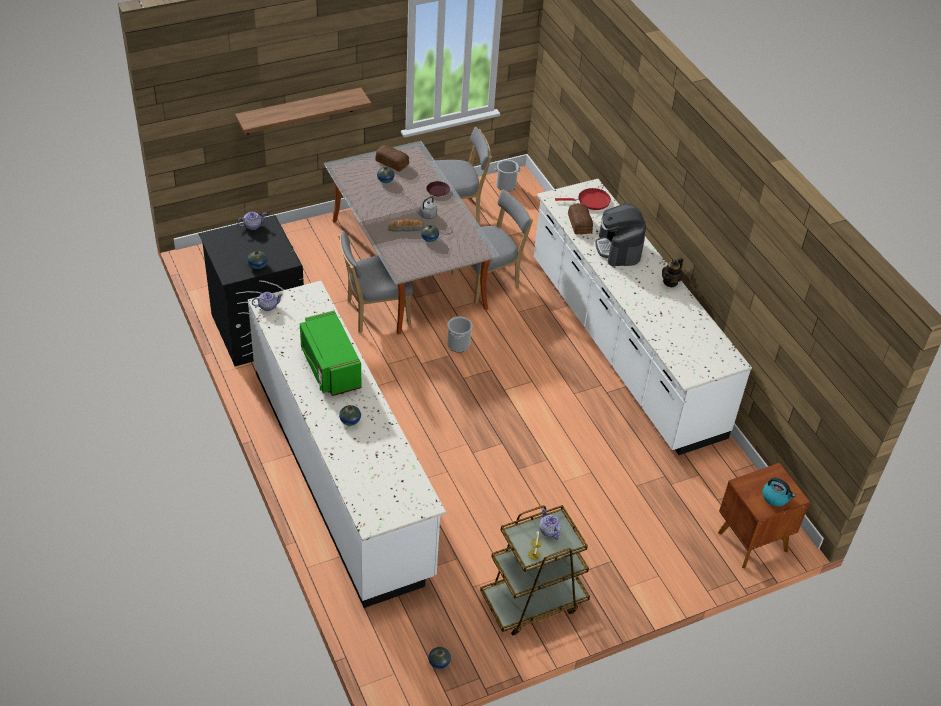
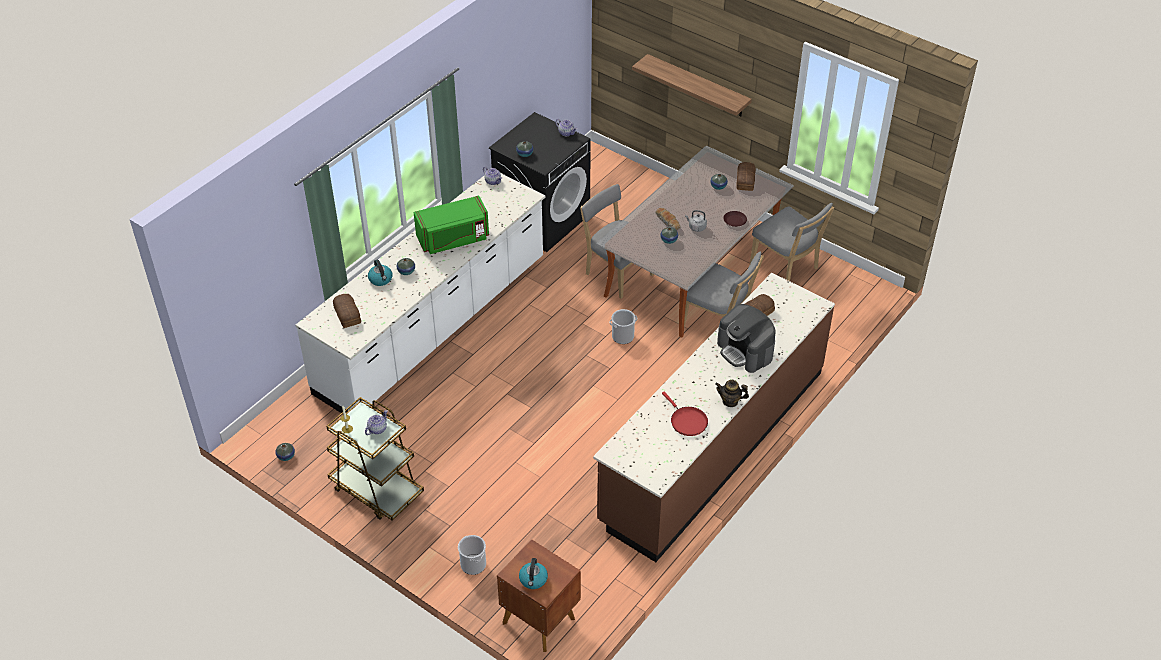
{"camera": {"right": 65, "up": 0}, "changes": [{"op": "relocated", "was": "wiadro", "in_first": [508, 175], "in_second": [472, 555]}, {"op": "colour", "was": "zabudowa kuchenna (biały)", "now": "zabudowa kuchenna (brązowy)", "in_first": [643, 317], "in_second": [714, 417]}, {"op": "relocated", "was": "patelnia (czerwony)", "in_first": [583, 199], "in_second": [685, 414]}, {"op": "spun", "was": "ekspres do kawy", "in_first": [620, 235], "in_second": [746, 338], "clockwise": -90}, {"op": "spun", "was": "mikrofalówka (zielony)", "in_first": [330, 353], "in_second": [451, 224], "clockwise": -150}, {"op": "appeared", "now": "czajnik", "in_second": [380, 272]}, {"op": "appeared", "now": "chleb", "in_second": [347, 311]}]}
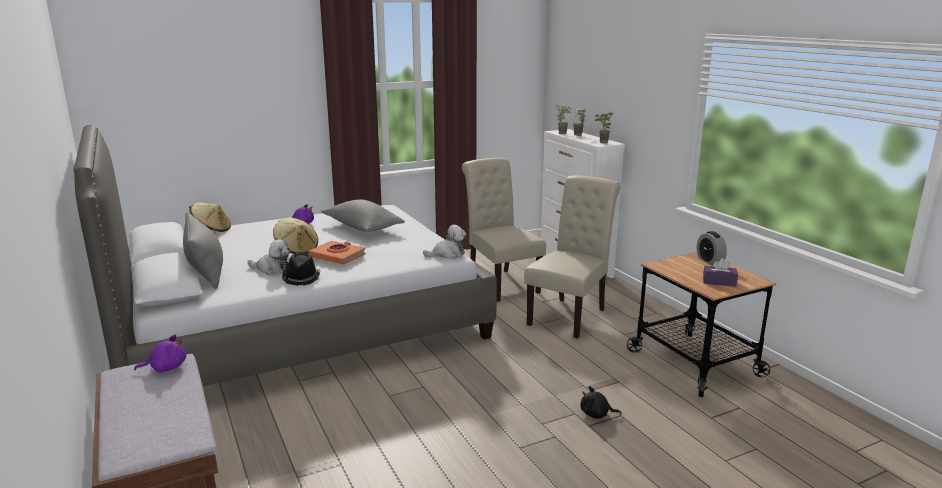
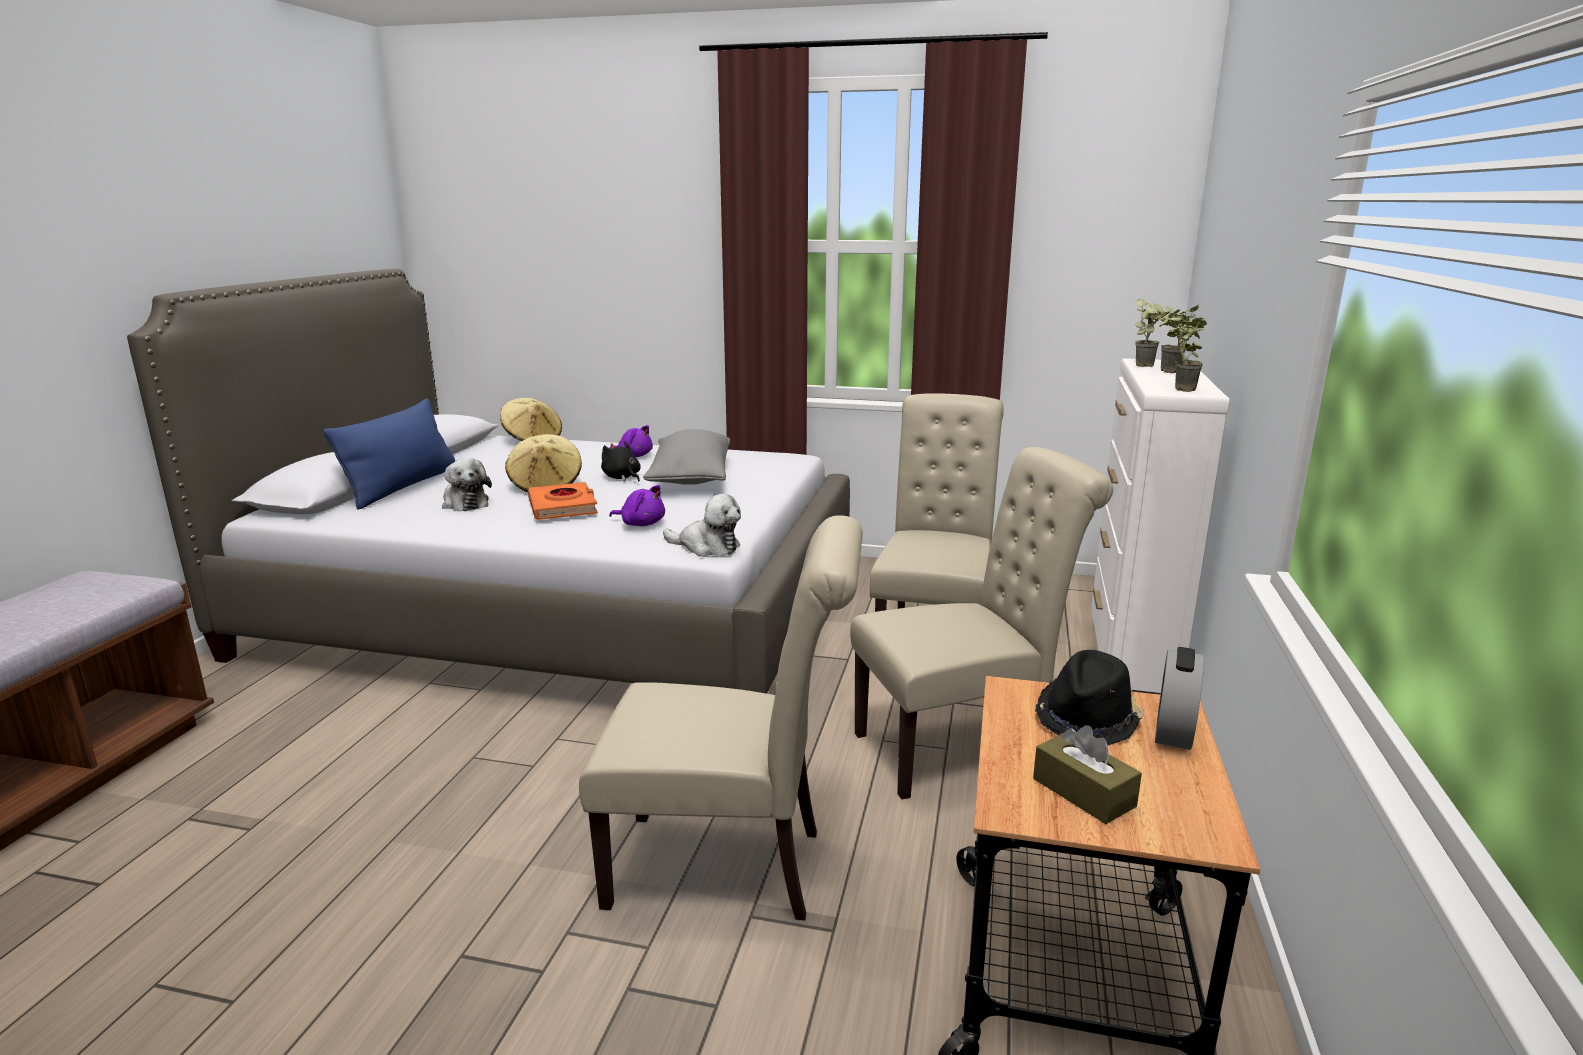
{"camera": {"right": 40, "up": 0}, "changes": [{"op": "colour", "was": "poduszka (szary)", "now": "poduszka (niebieski)", "in_first": [203, 250], "in_second": [389, 454]}, {"op": "relocated", "was": "kapelusz (czarny)", "in_first": [301, 269], "in_second": [1089, 697]}, {"op": "colour", "was": "pudełko chusteczek (fioletowy)", "now": "pudełko chusteczek (brązowy)", "in_first": [720, 272], "in_second": [1087, 774]}, {"op": "relocated", "was": "pluszak (fioletowy)", "in_first": [160, 353], "in_second": [637, 505]}, {"op": "relocated", "was": "pluszak (czarny)", "in_first": [601, 402], "in_second": [621, 461]}, {"op": "appeared", "now": "krzesło (beżowy)", "in_second": [721, 718]}]}
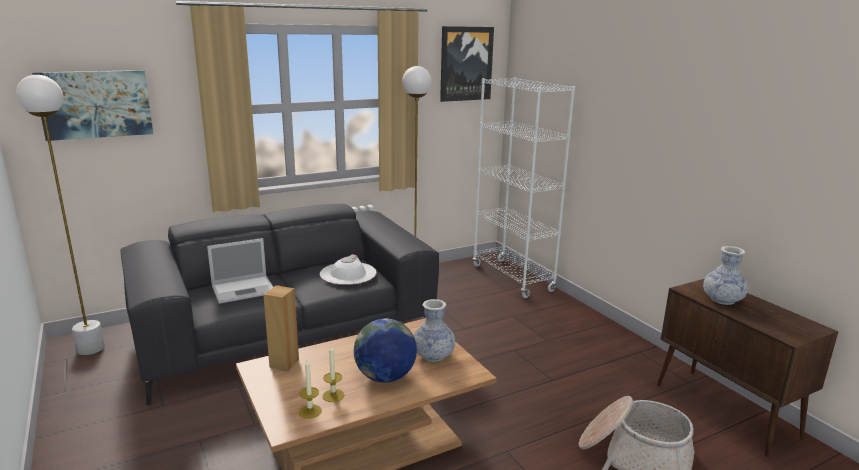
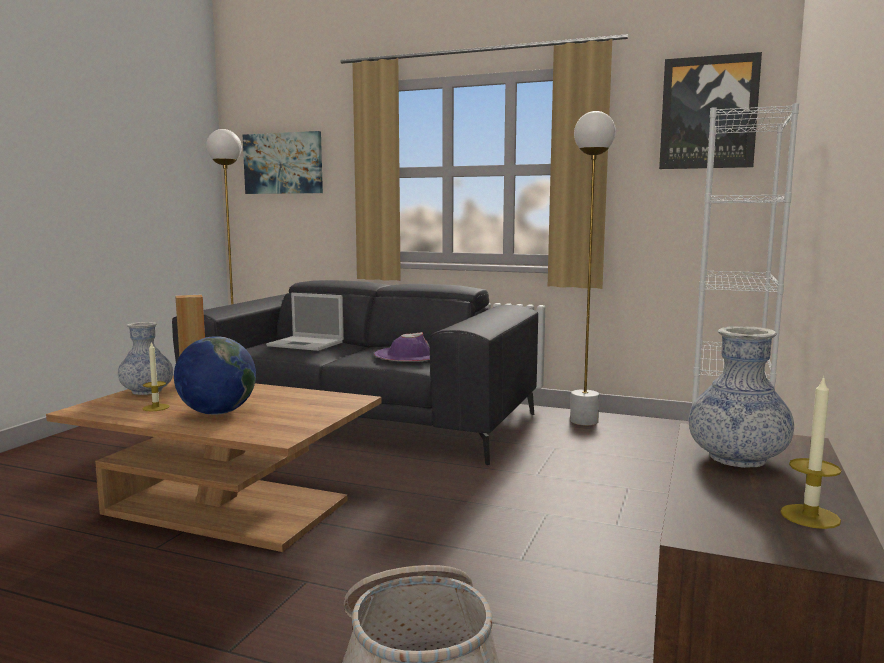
{"camera": {"right": 50, "up": -10}, "changes": [{"op": "colour", "was": "kapelusz (biały)", "now": "kapelusz (fioletowy)", "in_first": [348, 269], "in_second": [402, 347]}, {"op": "relocated", "was": "wazon", "in_first": [434, 330], "in_second": [145, 358]}, {"op": "relocated", "was": "świeca", "in_first": [310, 389], "in_second": [811, 452]}]}
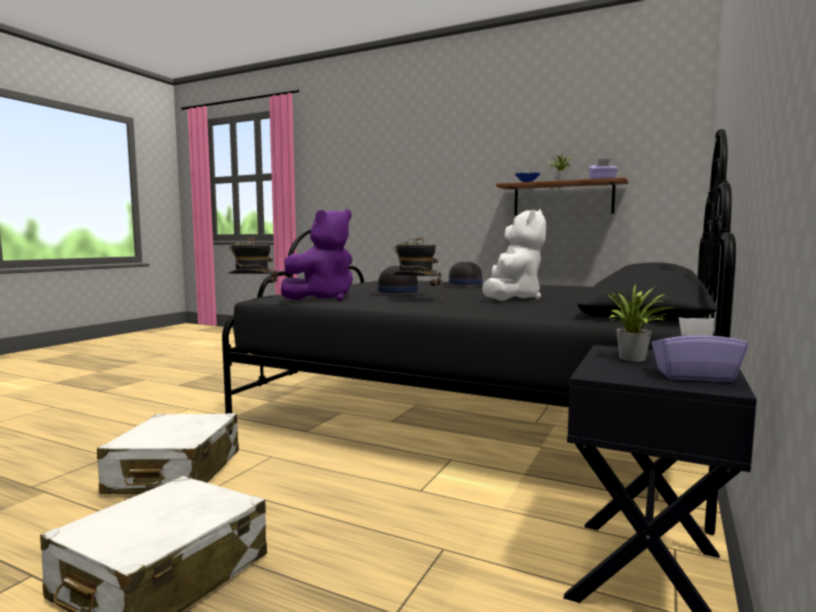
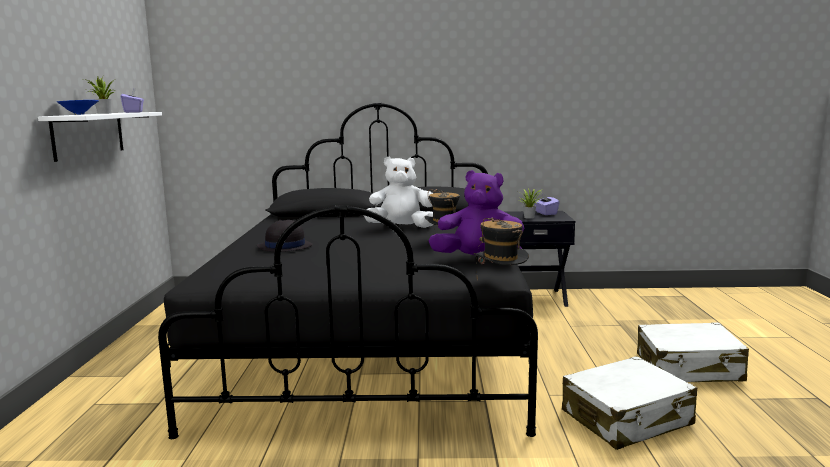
{"camera": {"right": -115, "up": 5}, "changes": [{"op": "colour", "was": "półka (brązowy)", "now": "półka (biały)", "in_first": [562, 196], "in_second": [100, 137]}, {"op": "missing", "was": "kapelusz (czarny)", "in_first": [398, 280]}]}
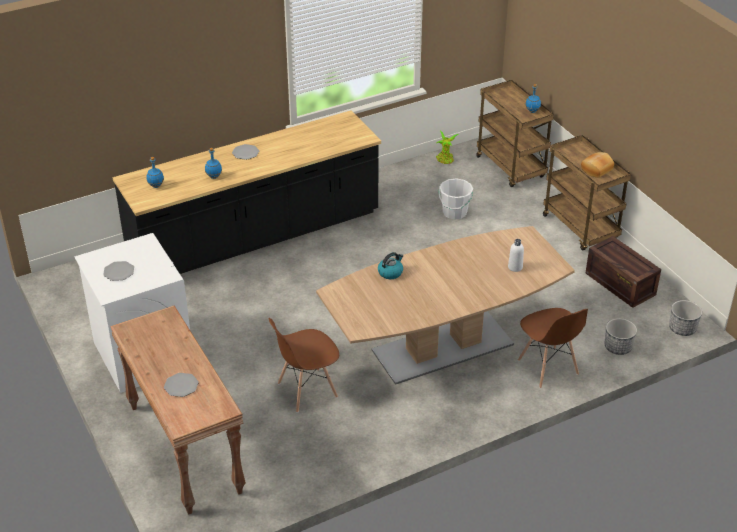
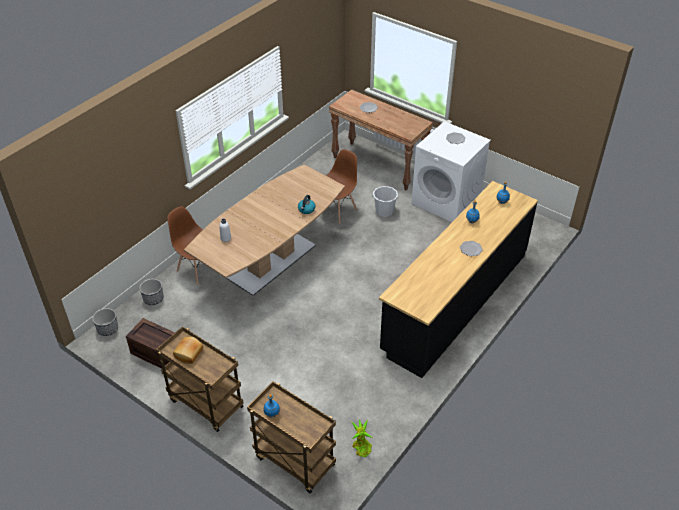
{"camera": {"right": 155, "up": 5}, "changes": [{"op": "relocated", "was": "wiadro (biały)", "in_first": [455, 199], "in_second": [385, 201]}]}
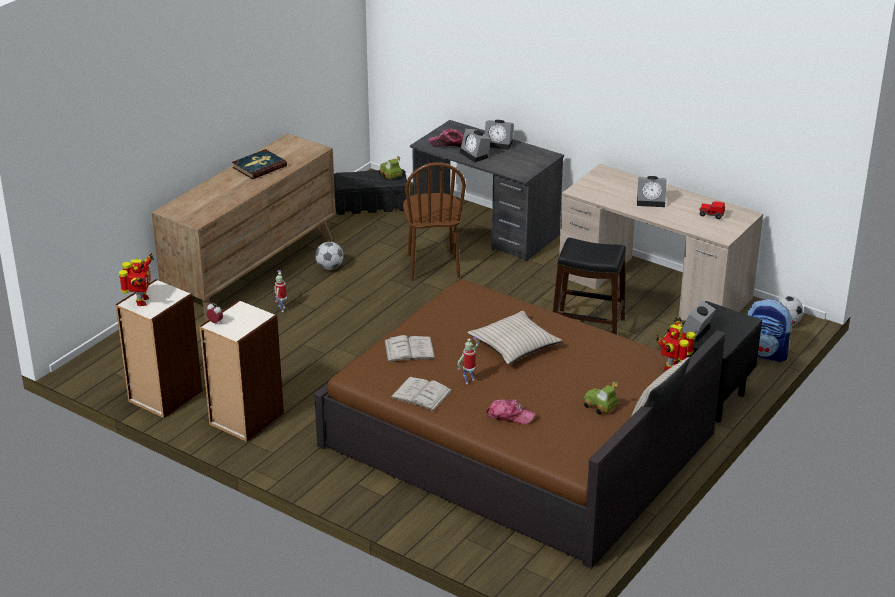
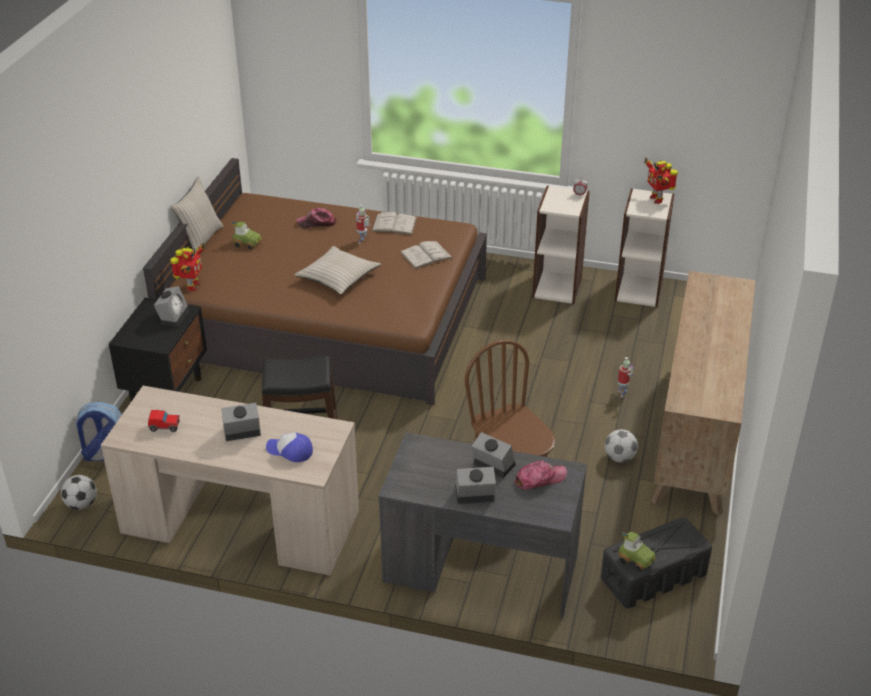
{"camera": {"right": 160, "up": 5}, "changes": [{"op": "missing", "was": "książka", "in_first": [259, 164]}, {"op": "appeared", "now": "czapka z daszkiem", "in_second": [289, 447]}]}
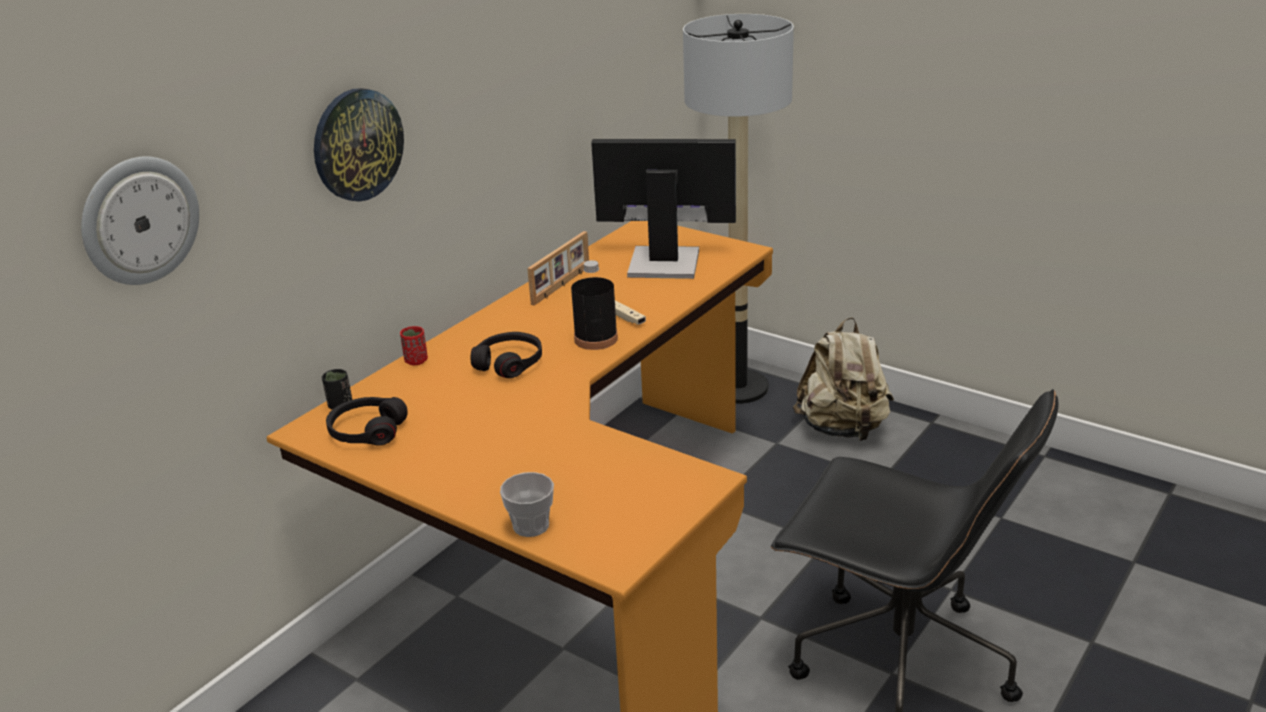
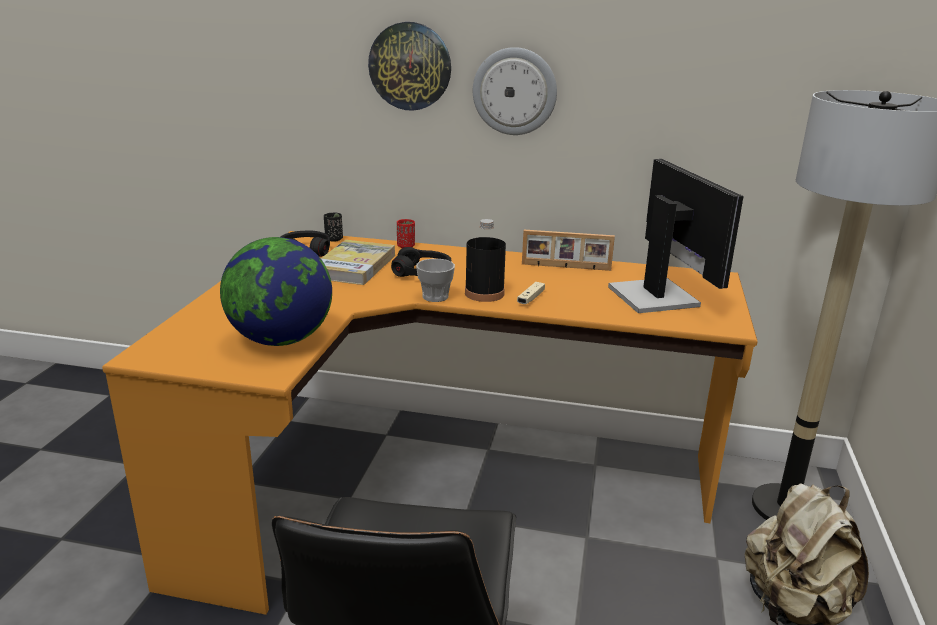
{"camera": {"right": 65, "up": -5}, "changes": [{"op": "relocated", "was": "zegar ścienny", "in_first": [140, 220], "in_second": [515, 91]}, {"op": "relocated", "was": "filiżanka", "in_first": [527, 504], "in_second": [435, 280]}, {"op": "appeared", "now": "globus", "in_second": [276, 291]}, {"op": "appeared", "now": "książka", "in_second": [358, 262]}]}
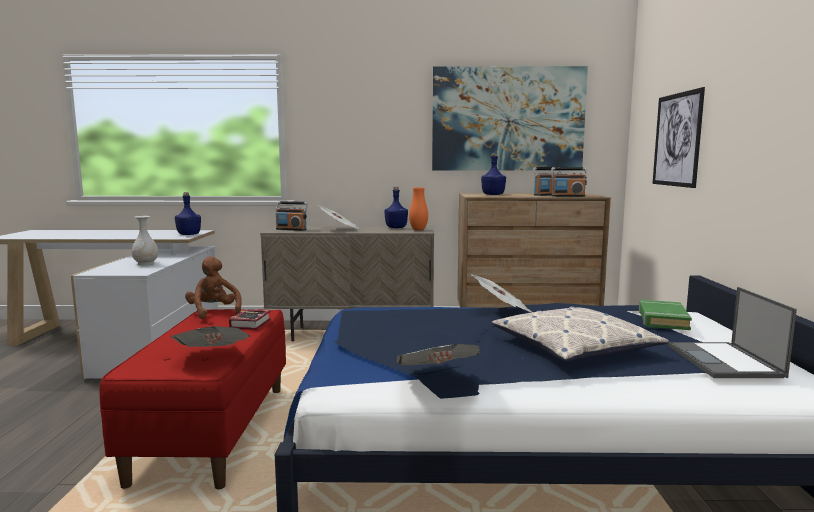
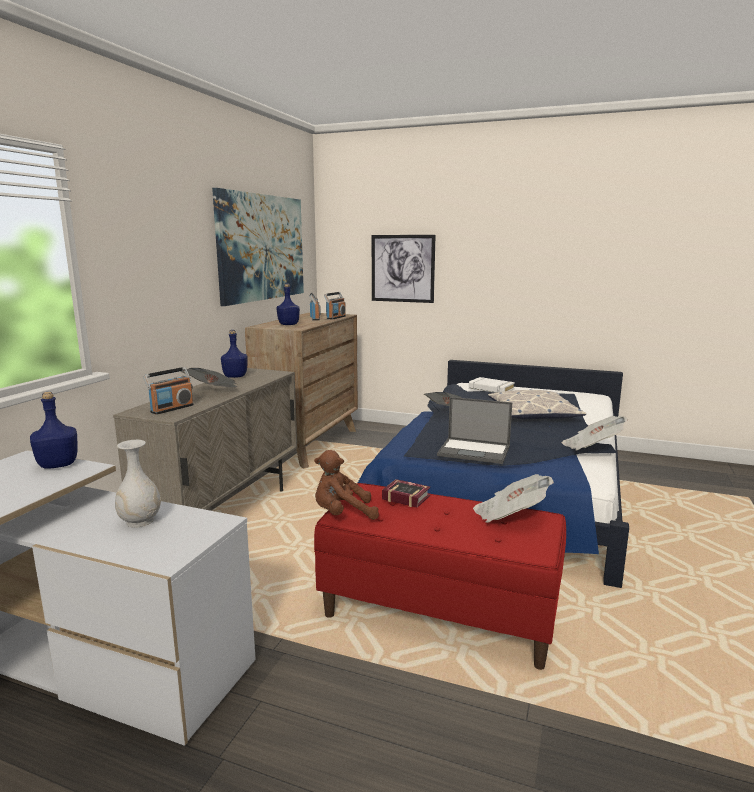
{"camera": {"right": -70, "up": 5}, "changes": [{"op": "missing", "was": "wazon (pomarańczowy)", "in_first": [418, 209]}, {"op": "relocated", "was": "laptop", "in_first": [733, 332], "in_second": [474, 430]}, {"op": "colour", "was": "książka (zielony)", "now": "książka (biały)", "in_first": [665, 315], "in_second": [492, 385]}]}
